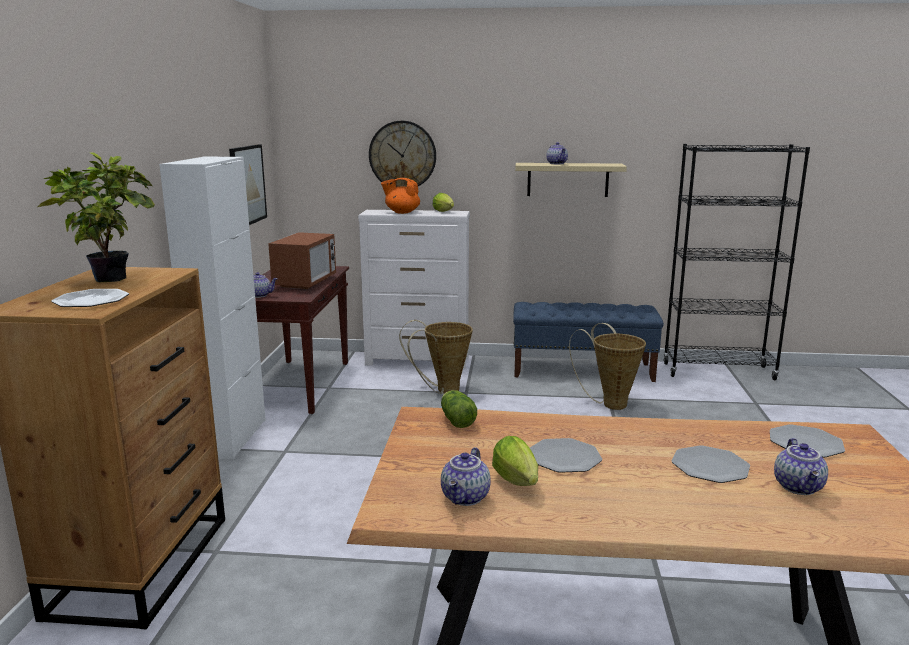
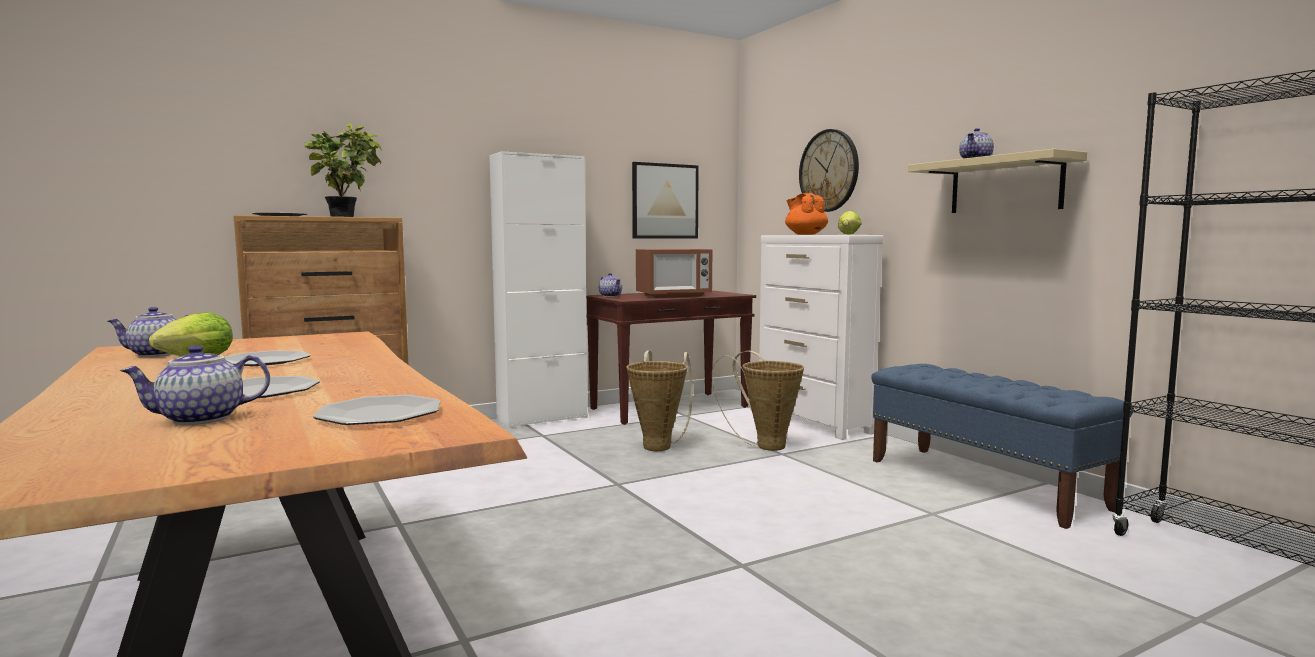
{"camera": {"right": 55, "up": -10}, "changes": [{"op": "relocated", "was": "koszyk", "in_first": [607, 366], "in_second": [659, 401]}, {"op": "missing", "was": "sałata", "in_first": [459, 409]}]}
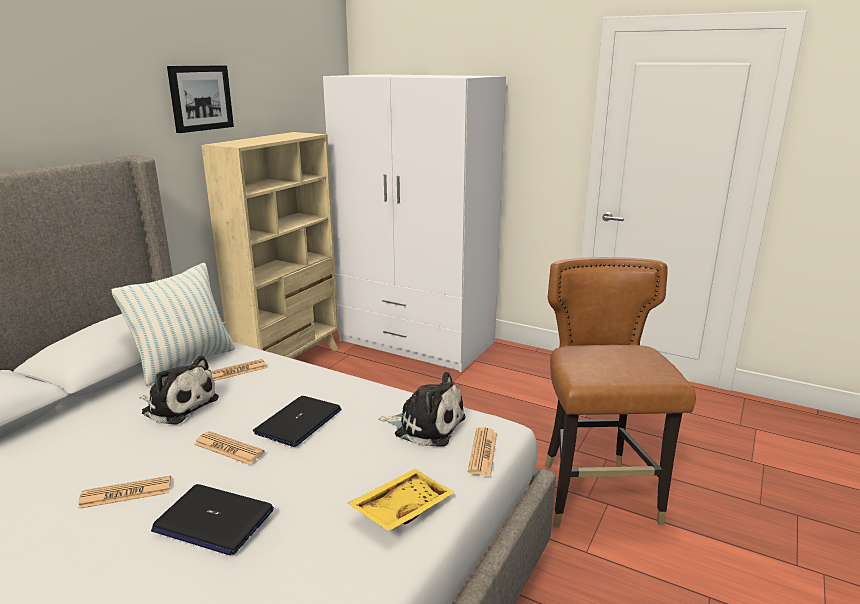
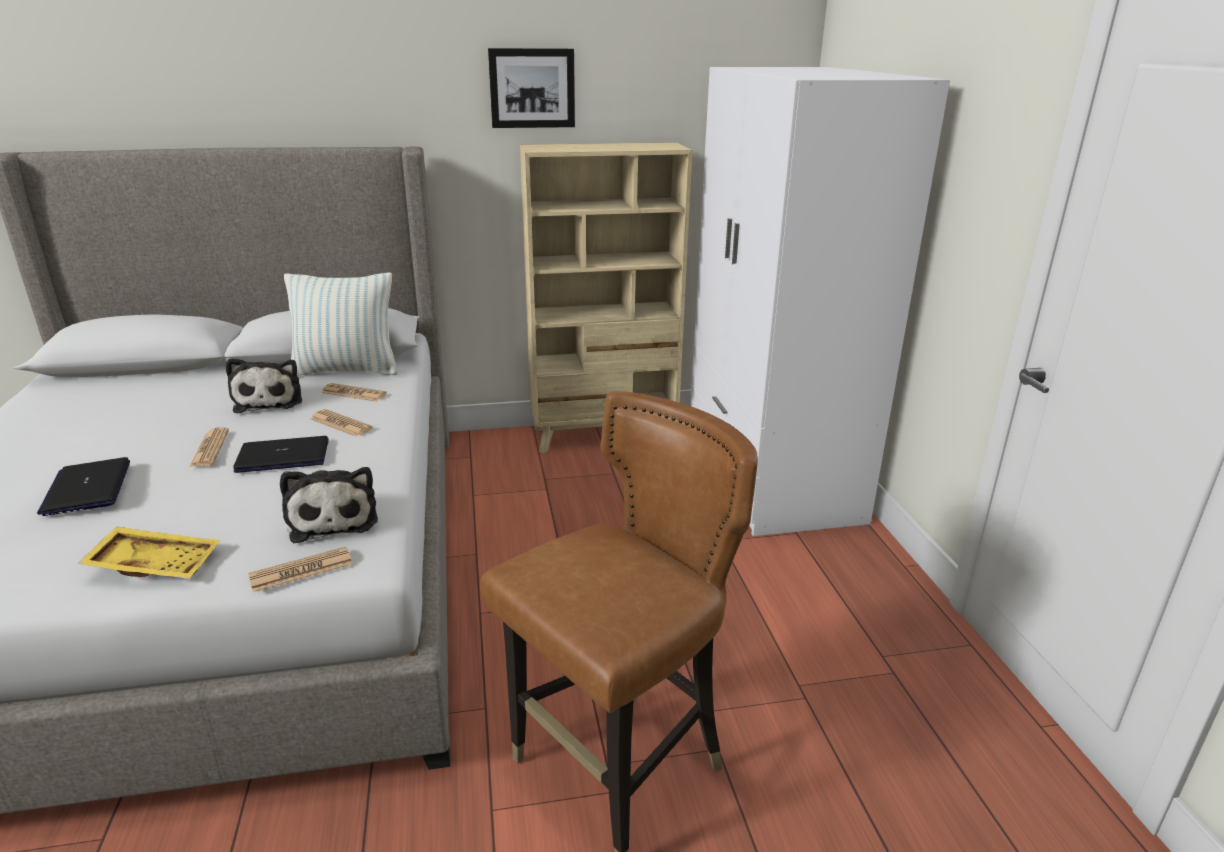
{"camera": {"right": 50, "up": 5}, "changes": [{"op": "relocated", "was": "gazeta", "in_first": [124, 492], "in_second": [342, 422]}]}
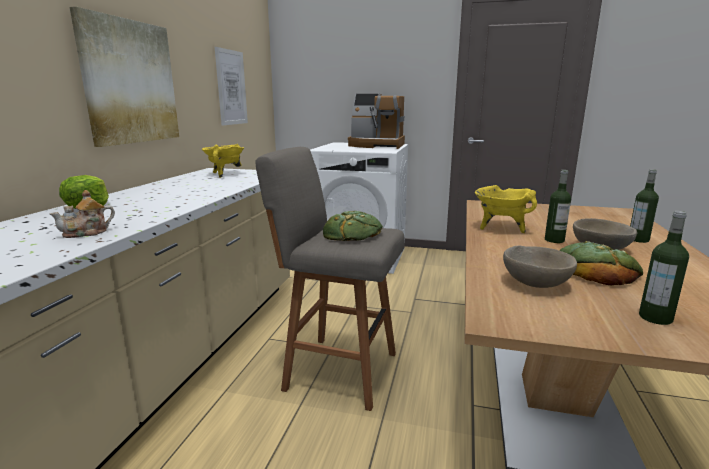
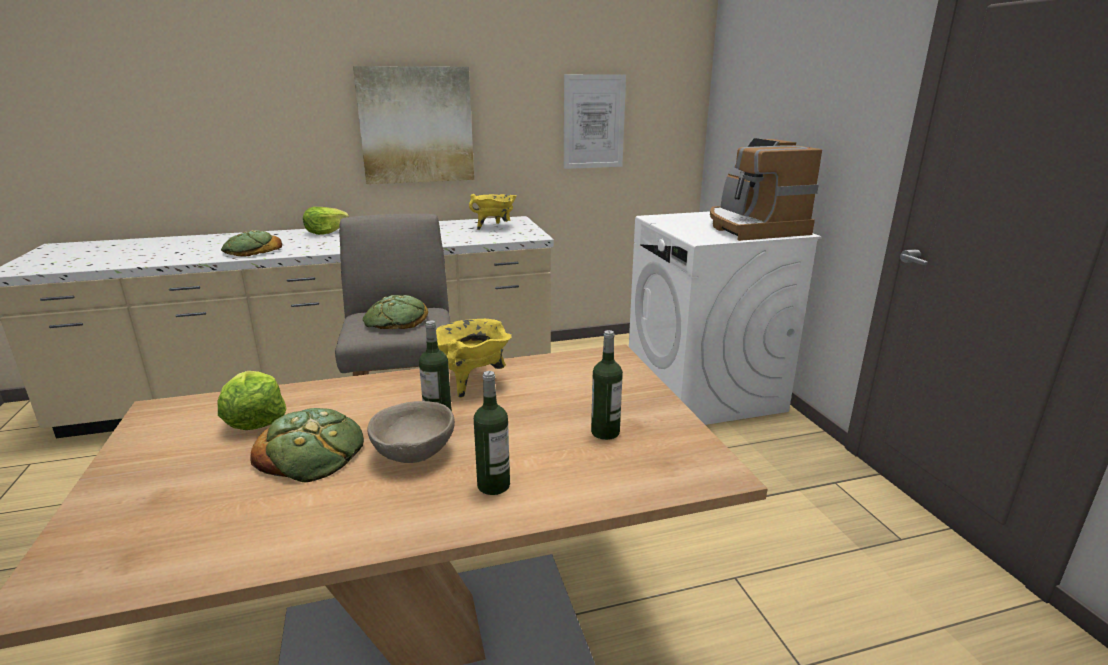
{"camera": {"right": 60, "up": 5}, "changes": [{"op": "exchanged", "was": "imbryk", "now": "chleb", "in_first": [82, 214], "in_second": [251, 243]}, {"op": "relocated", "was": "butelka", "in_first": [664, 268], "in_second": [607, 385]}, {"op": "exchanged", "was": "miska (beżowy)", "now": "sałata", "in_first": [540, 266], "in_second": [252, 400]}]}
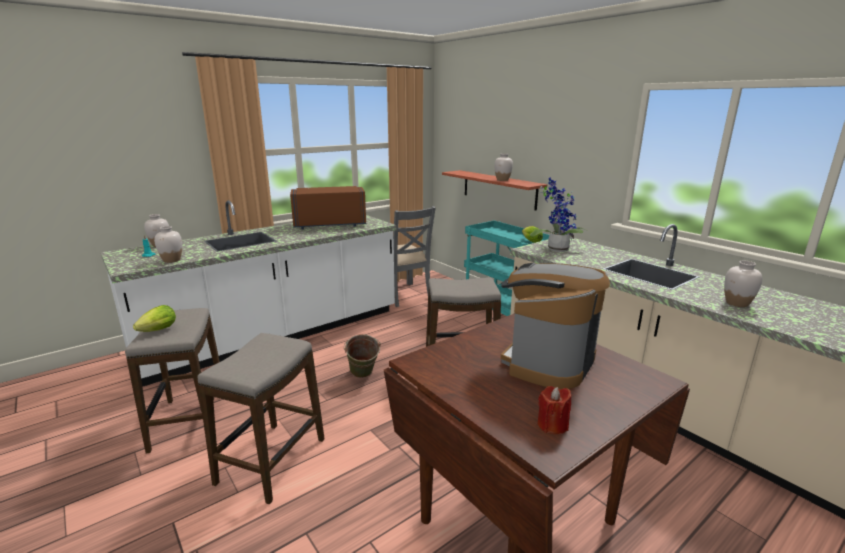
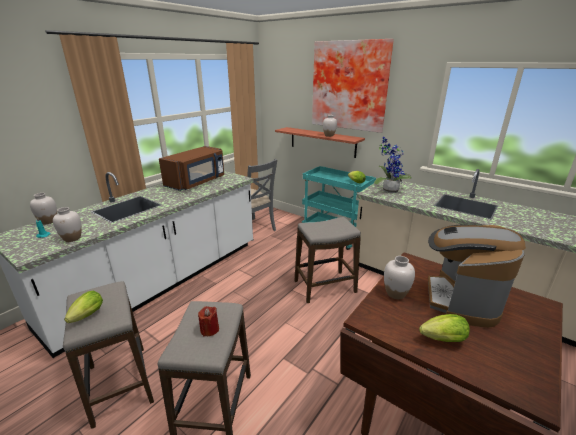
{"camera": {"right": -15, "up": 5}, "changes": [{"op": "spun", "was": "mikrofalówka (brązowy)", "in_first": [328, 207], "in_second": [191, 168], "clockwise": 150}, {"op": "relocated", "was": "wazon (biały)", "in_first": [743, 284], "in_second": [399, 277]}, {"op": "missing", "was": "wiadro (zielony)", "in_first": [362, 356]}, {"op": "relocated", "was": "świeca (czerwony)", "in_first": [554, 410], "in_second": [208, 321]}, {"op": "appeared", "now": "obraz", "in_second": [353, 86]}, {"op": "appeared", "now": "sałata", "in_second": [444, 328]}]}
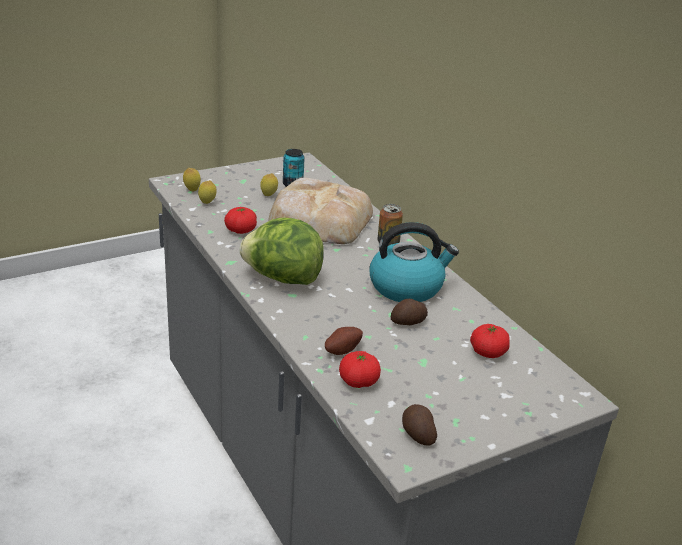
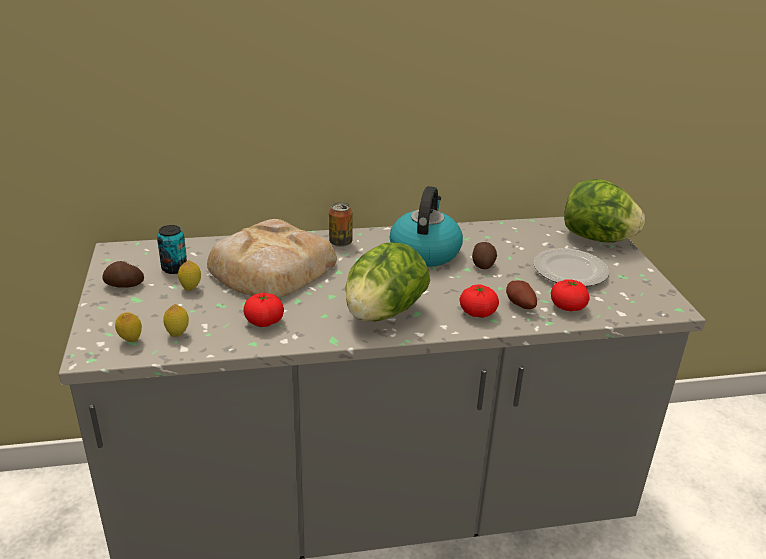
{"camera": {"right": -70, "up": 0}, "changes": [{"op": "relocated", "was": "pomidor", "in_first": [490, 341], "in_second": [479, 301]}, {"op": "relocated", "was": "ziemniak", "in_first": [419, 425], "in_second": [123, 274]}, {"op": "appeared", "now": "sałata", "in_second": [604, 211]}, {"op": "appeared", "now": "talerz", "in_second": [571, 267]}]}
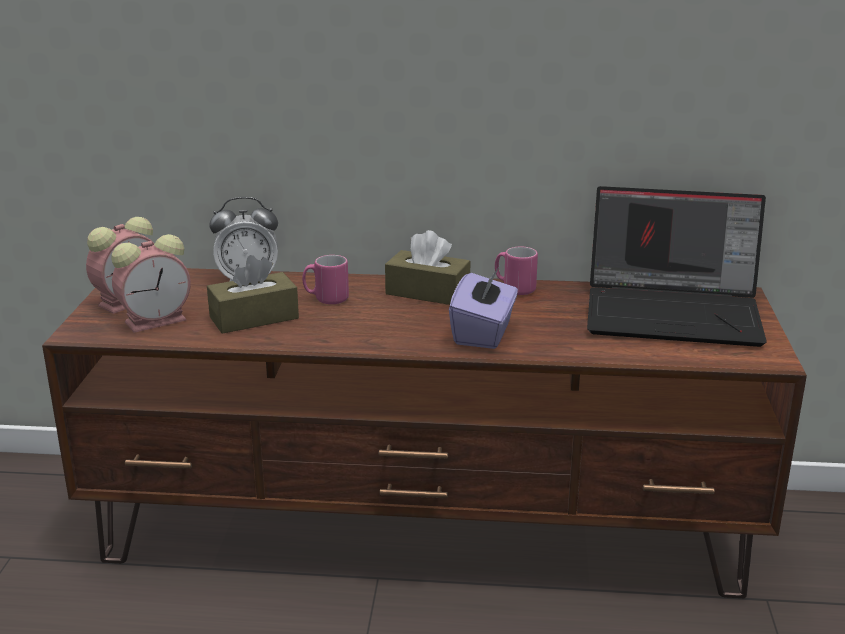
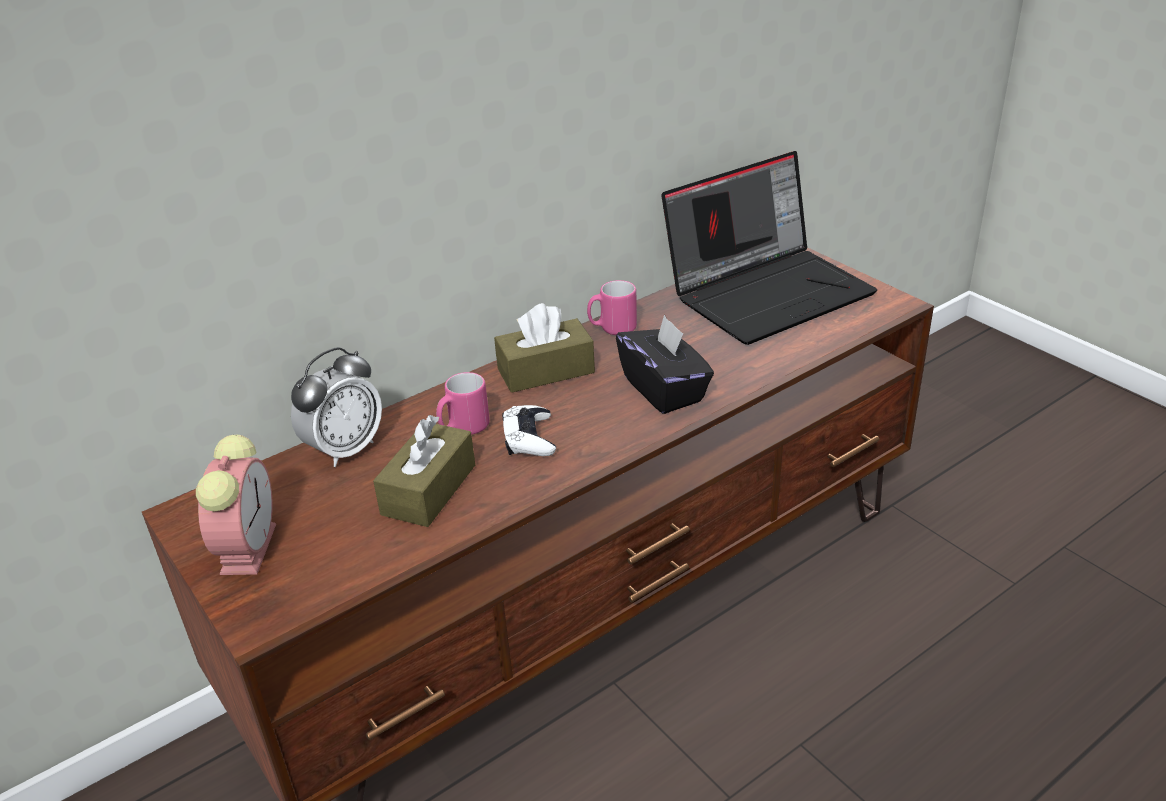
{"camera": {"right": -40, "up": 10}, "changes": [{"op": "missing", "was": "budzik", "in_first": [151, 283]}, {"op": "colour", "was": "pudełko chusteczek (fioletowy)", "now": "pudełko chusteczek (czarny)", "in_first": [483, 308], "in_second": [665, 364]}, {"op": "appeared", "now": "pad do gier (biały)", "in_second": [529, 430]}]}
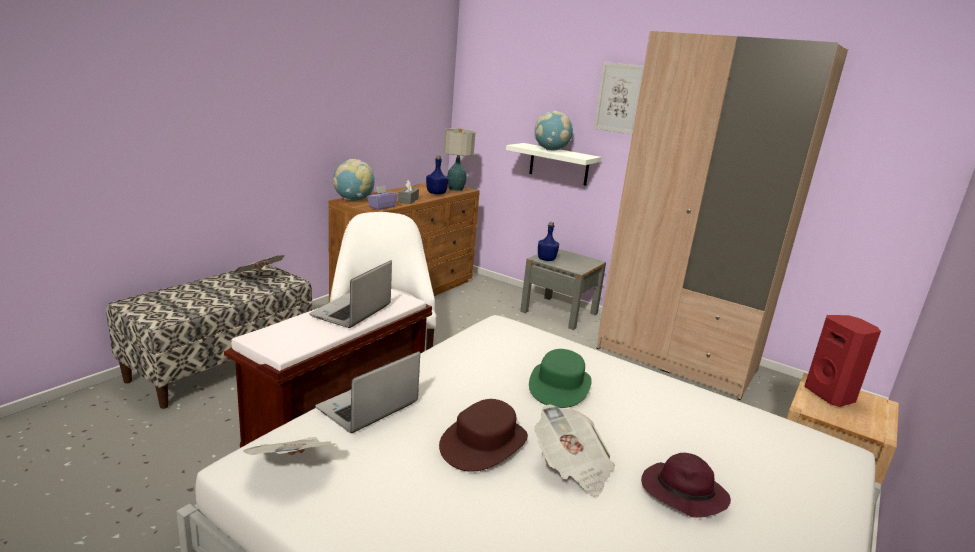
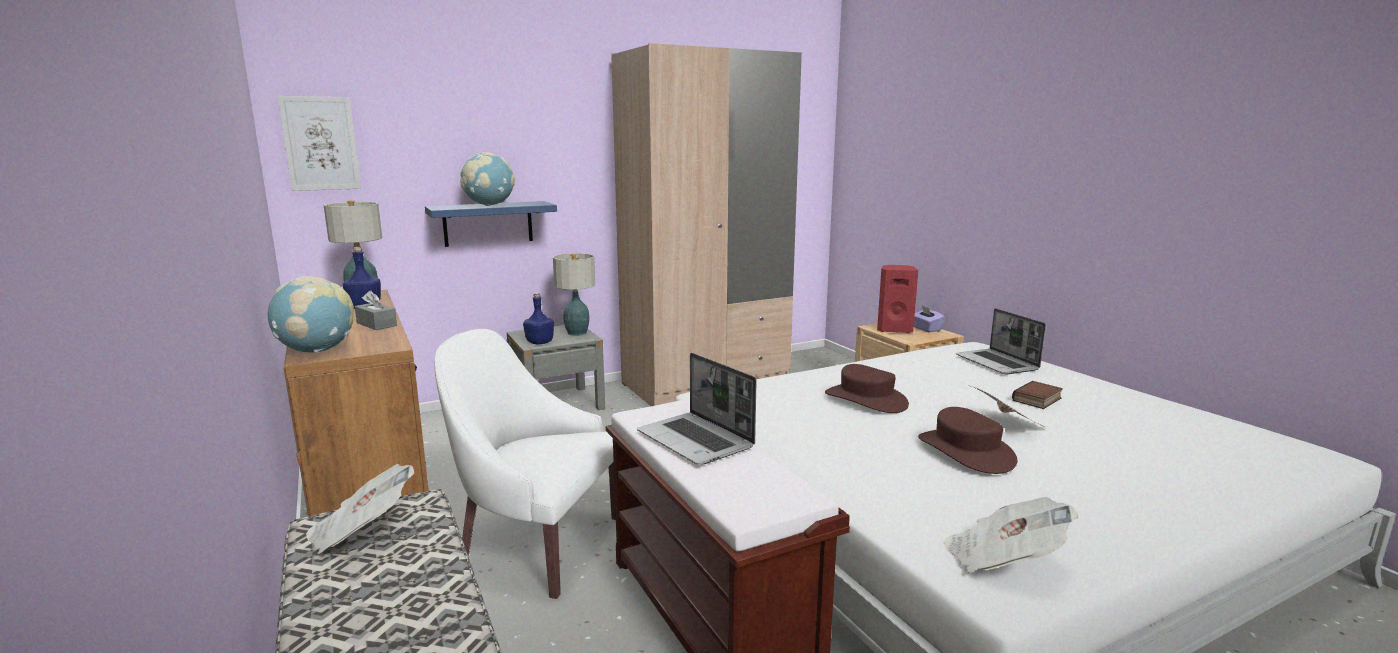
{"camera": {"right": -60, "up": -5}, "changes": [{"op": "relocated", "was": "obraz", "in_first": [618, 98], "in_second": [319, 143]}, {"op": "colour", "was": "półka (biały)", "now": "półka (niebieski)", "in_first": [553, 164], "in_second": [491, 224]}, {"op": "relocated", "was": "pudełko chusteczek (fioletowy)", "in_first": [382, 198], "in_second": [929, 319]}, {"op": "colour", "was": "kapelusz (zielony)", "now": "kapelusz (brązowy)", "in_first": [560, 378], "in_second": [867, 388]}, {"op": "relocated", "was": "laptop", "in_first": [368, 392], "in_second": [1001, 341]}, {"op": "exchanged", "was": "kapelusz (fioletowy)", "now": "książka", "in_first": [686, 485], "in_second": [1037, 395]}, {"op": "appeared", "now": "lampa stołowa", "in_second": [574, 294]}]}
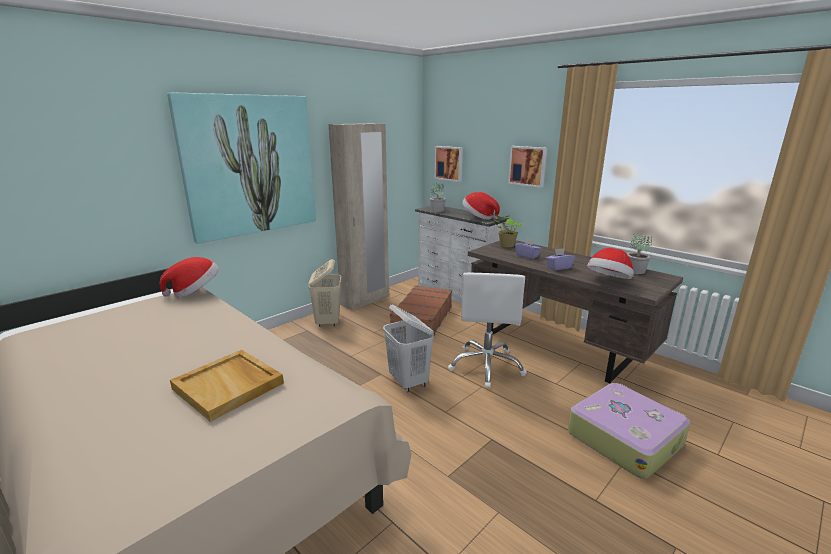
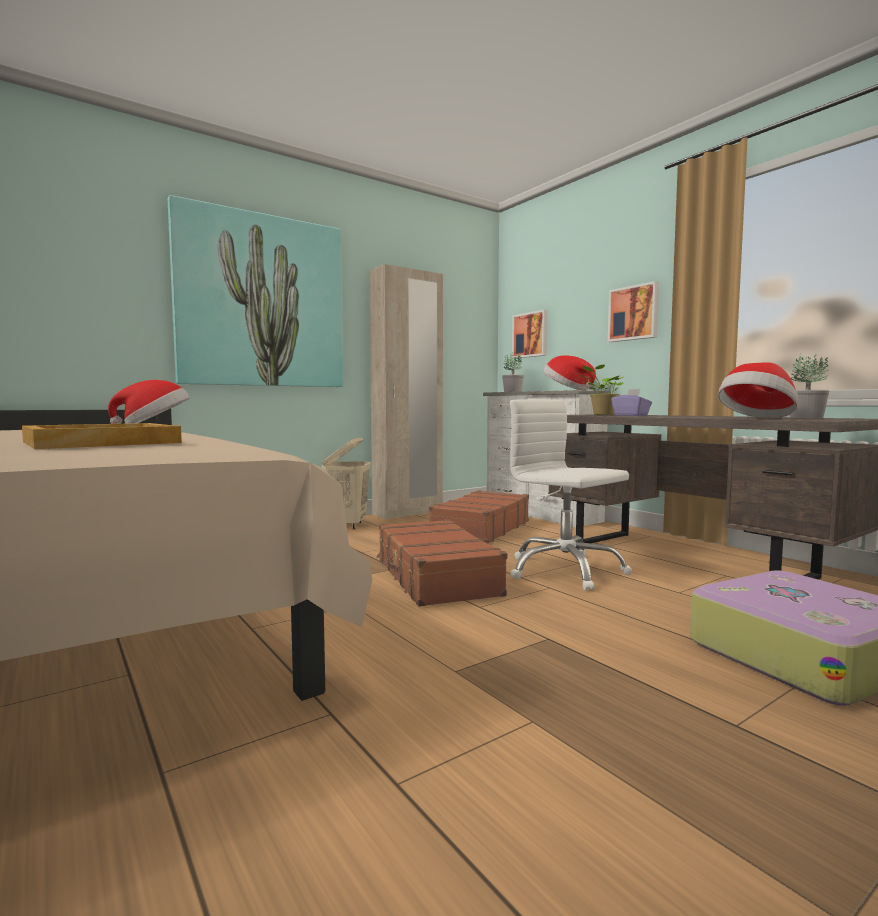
{"camera": {"right": 10, "up": -15}, "changes": [{"op": "missing", "was": "pudełko chusteczek (fioletowy)", "in_first": [560, 259]}, {"op": "spun", "was": "krzesło biurowe (biały)", "in_first": [487, 330], "in_second": [571, 495], "clockwise": 120}, {"op": "exchanged", "was": "kosz na pranie (biały)", "now": "walizka (brązowy)", "in_first": [408, 348], "in_second": [441, 563]}]}
